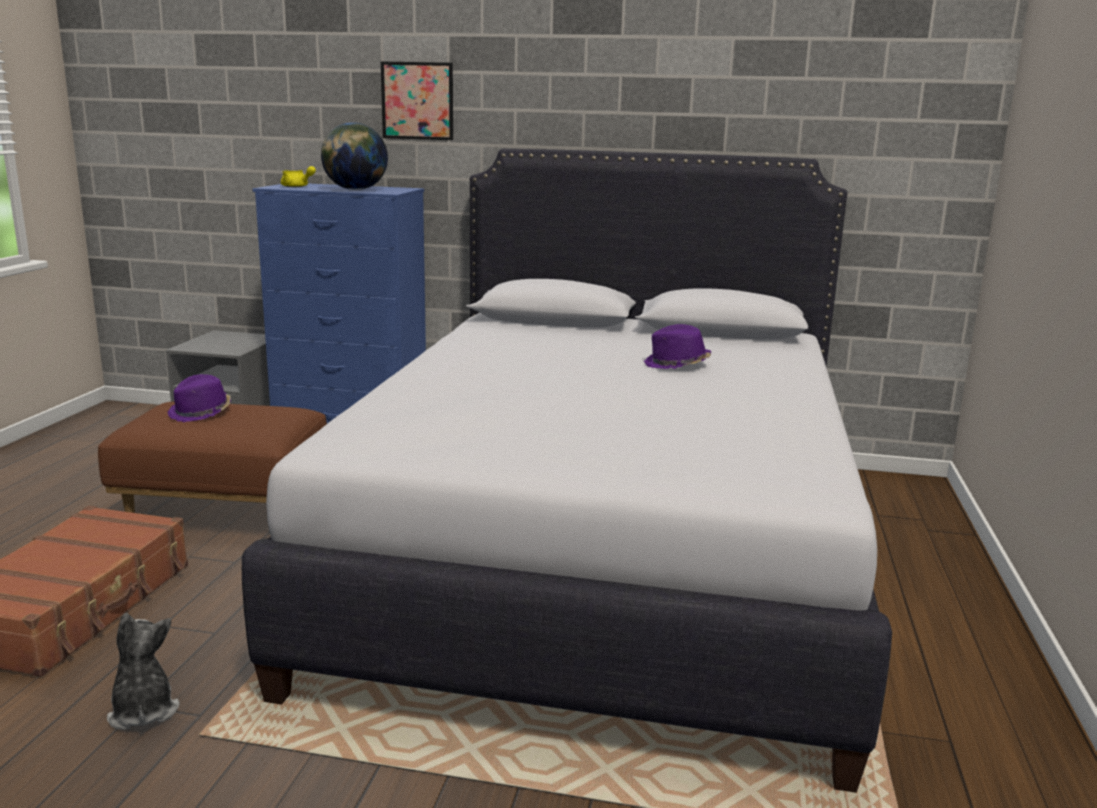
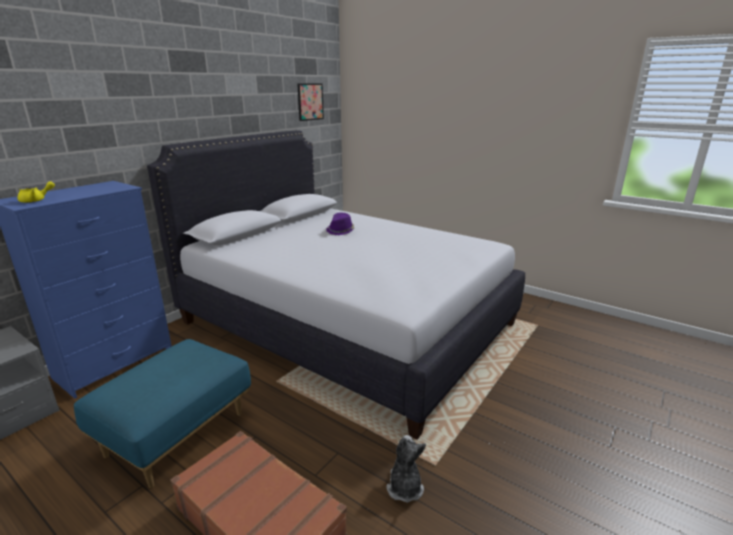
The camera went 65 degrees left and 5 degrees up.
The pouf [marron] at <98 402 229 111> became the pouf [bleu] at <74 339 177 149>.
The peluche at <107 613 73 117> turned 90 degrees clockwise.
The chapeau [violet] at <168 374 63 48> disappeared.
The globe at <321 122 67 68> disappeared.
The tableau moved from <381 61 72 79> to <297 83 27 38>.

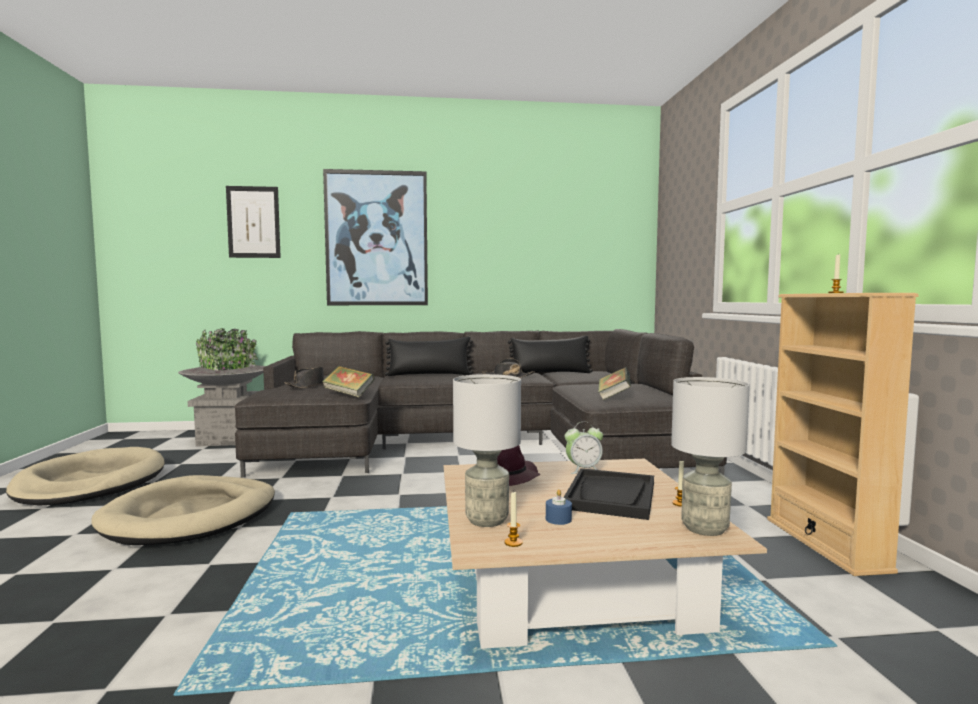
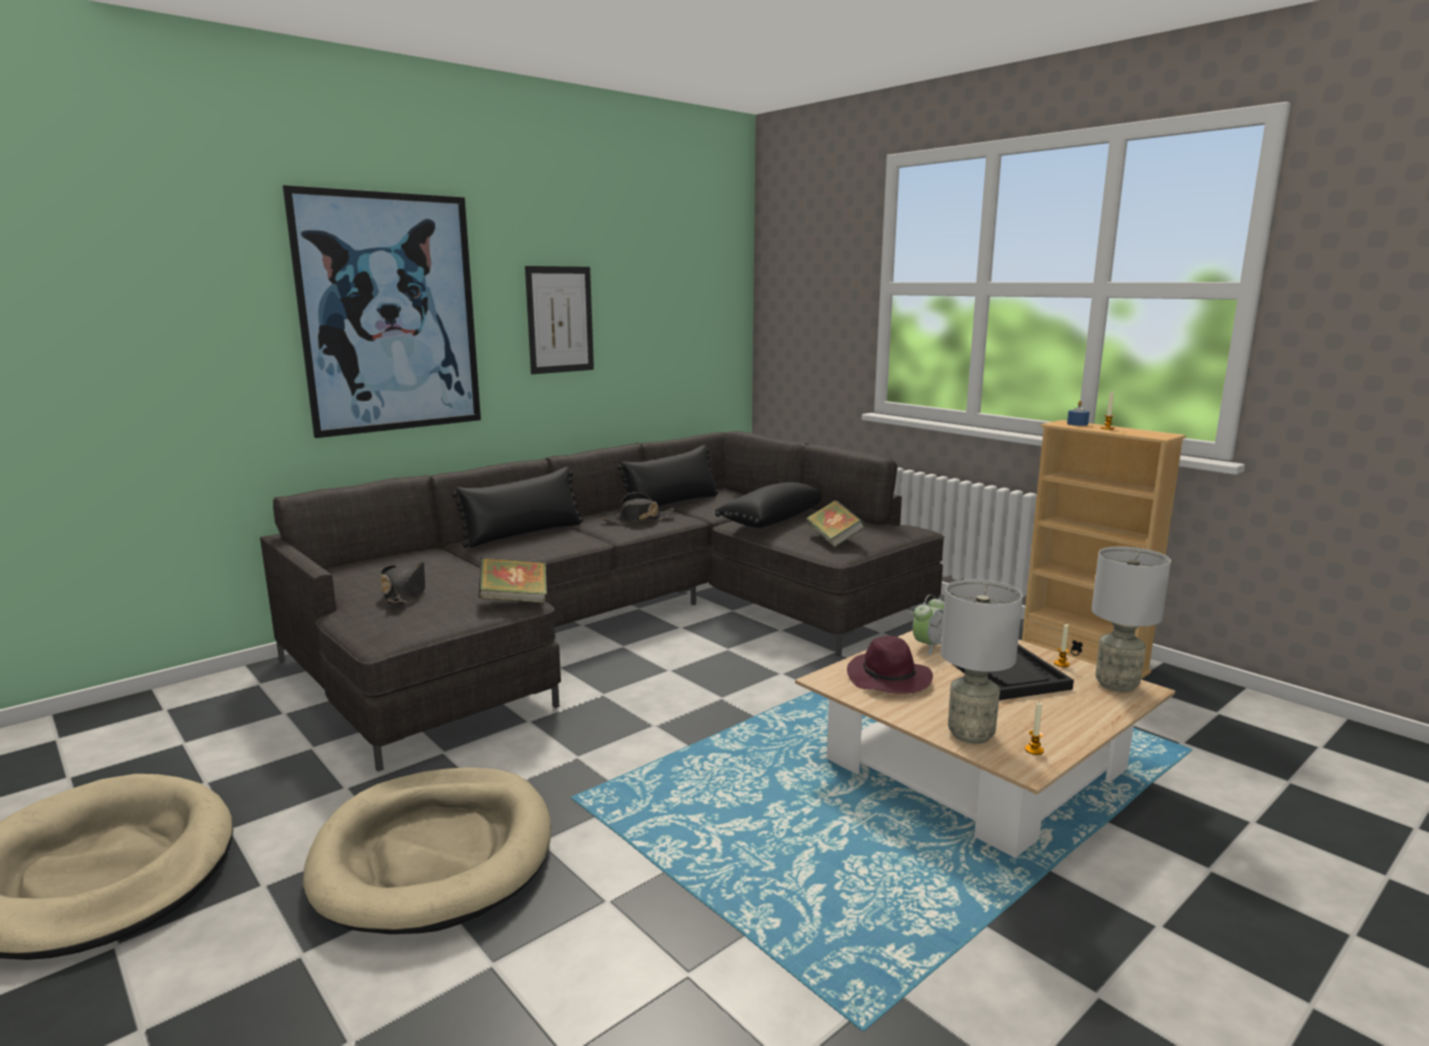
The camera went 35 degrees left and 10 degrees up.
The cache-pot [gris] at <178 328 87 118> disappeared.
The tableau moved from <226 186 55 72> to <525 266 69 108>.
The bougie [bleu] moved from <546 489 26 36> to <1067 401 22 25>.
The coussin [noir] at <715 482 106 46> appeared.

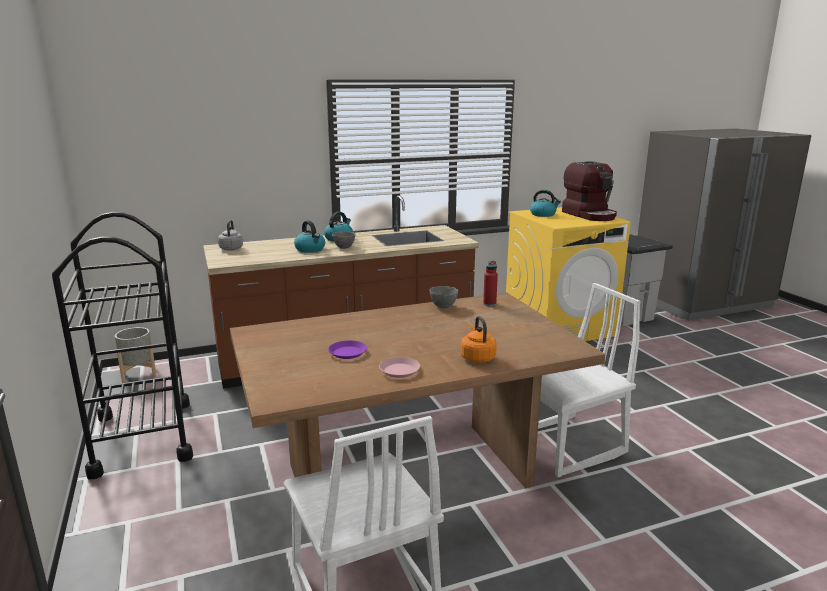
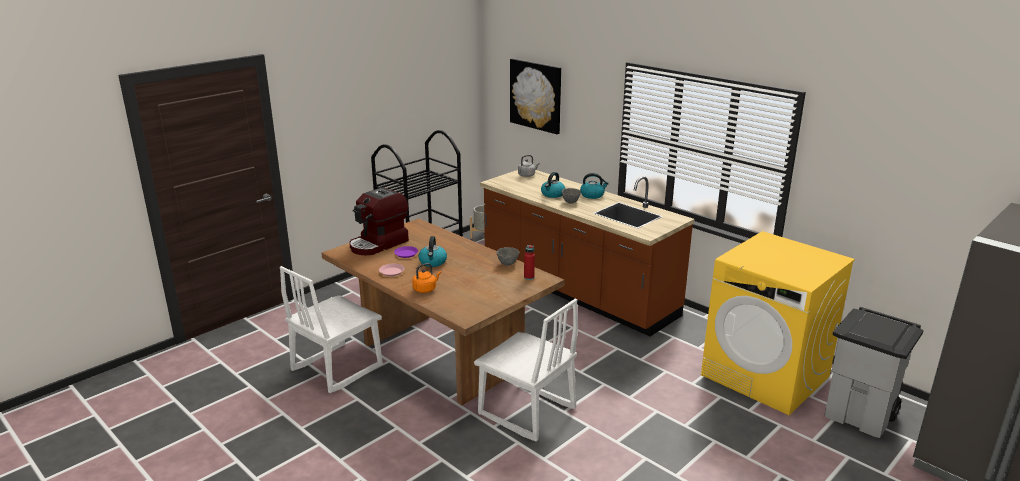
The camera went 65 degrees right and 5 degrees up.
The bouilloire moved from <530 190 31 27> to <418 236 29 31>.
The machine à café moved from <562 161 55 60> to <349 187 60 68>.
The tableau at <510 59 51 75> appeared.

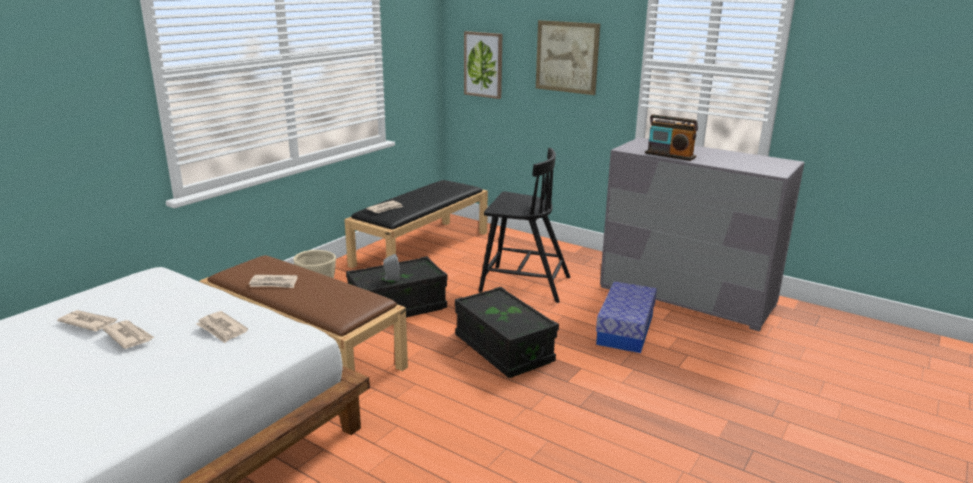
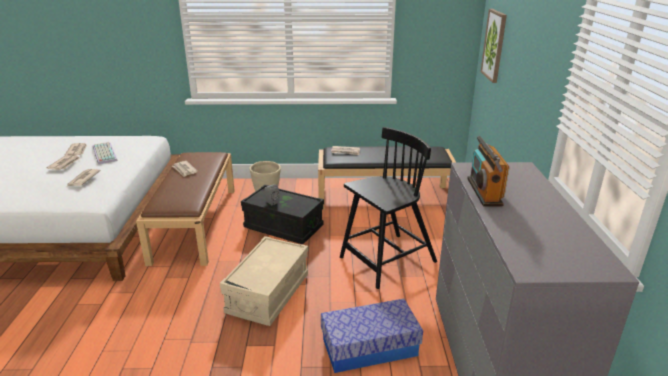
The camera went 55 degrees right and 5 degrees up.
The boîte de rangement [noir] at <455 287 104 91> became the boîte de rangement [beige] at <220 236 88 90>.
The chaise [noir] at <478 148 92 155> turned 105 degrees counterclockwise.
The tableau at <536 20 64 75> disappeared.
The clavier at <93 142 25 22> appeared.

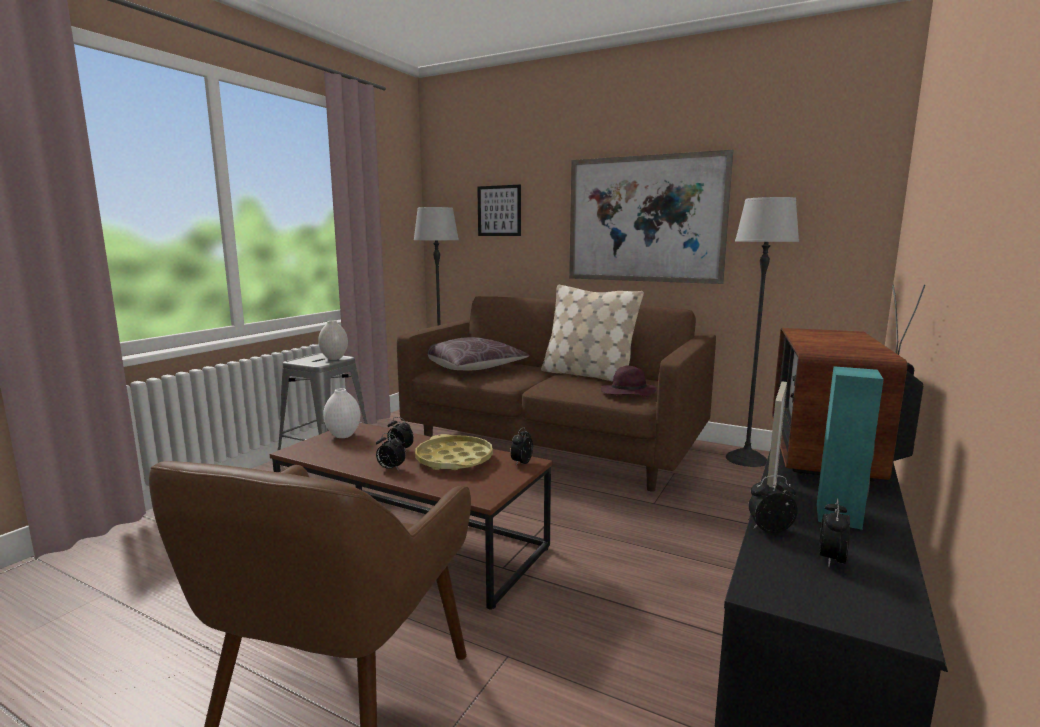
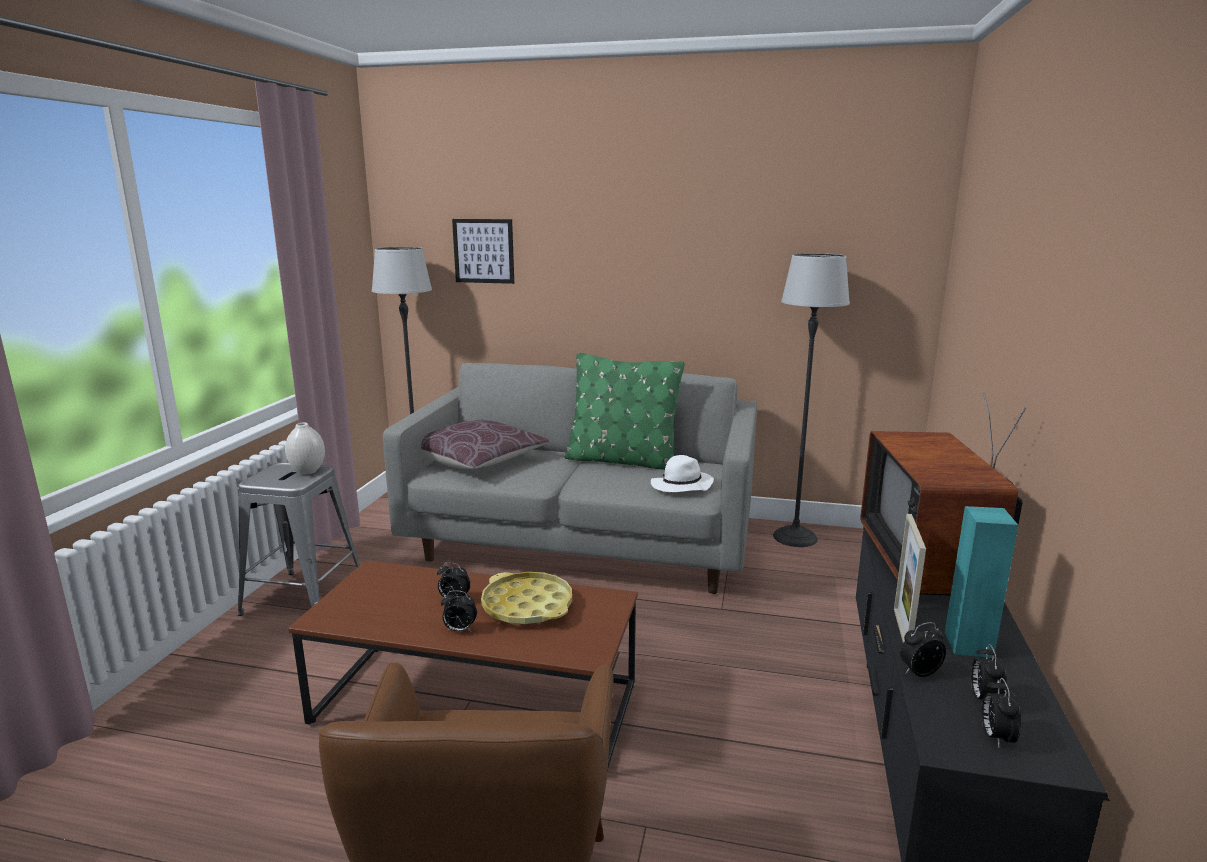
The camera went 15 degrees left and 5 degrees up.
The vase [blanc] at <323 388 38 50> disappeared.
The canapé [marron] at <397 296 319 196> became the canapé [gris] at <383 363 374 231>.
The réveil moved from <511 427 22 39> to <981 678 40 70>.
The coussin [beige] at <541 285 103 96> became the coussin [vert] at <565 353 120 117>.
The tableau at <569 149 165 135> disappeared.
The chapeau [violet] at <601 366 56 31> became the chapeau [blanc] at <651 455 63 37>.

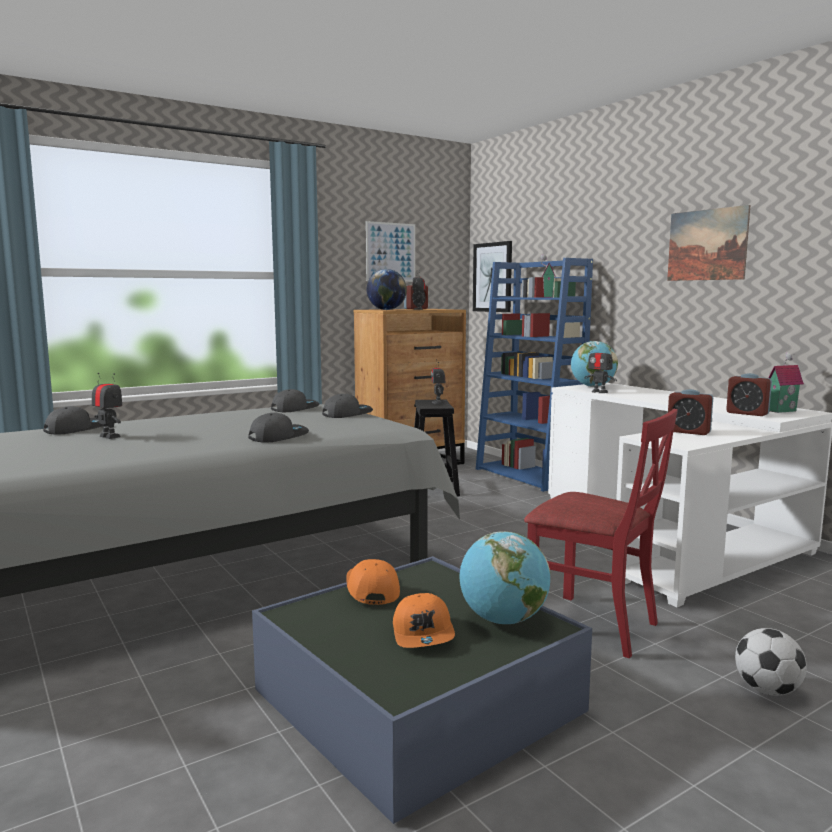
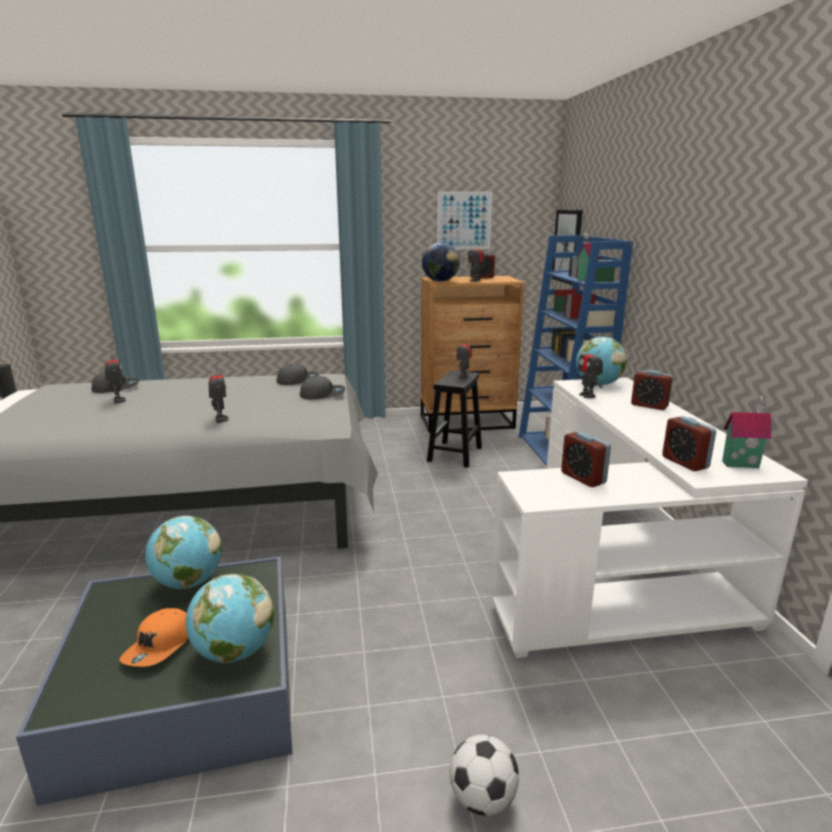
The camera went 25 degrees right and 10 degrees up.
The casquette [gris] at <248 413 61 30> was replaced by the robot jouet at <209 365 20 58>.
The casquette [orange] at <346 559 54 46> was replaced by the globe at <145 516 77 73>.
The chaise [rouge] at <524 409 154 249> disappeared.
The tableau at <667 205 83 76> disappeared.
The réveil at <631 370 42 40> appeared.

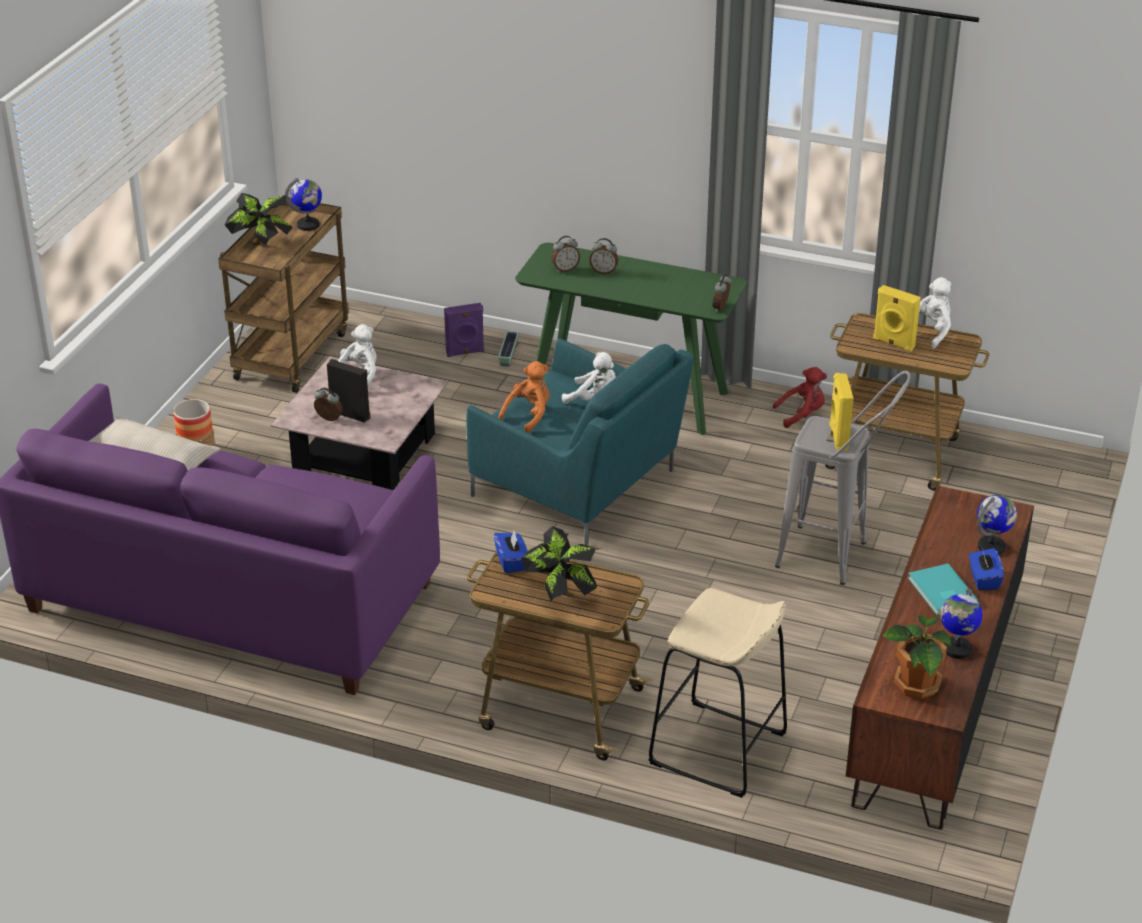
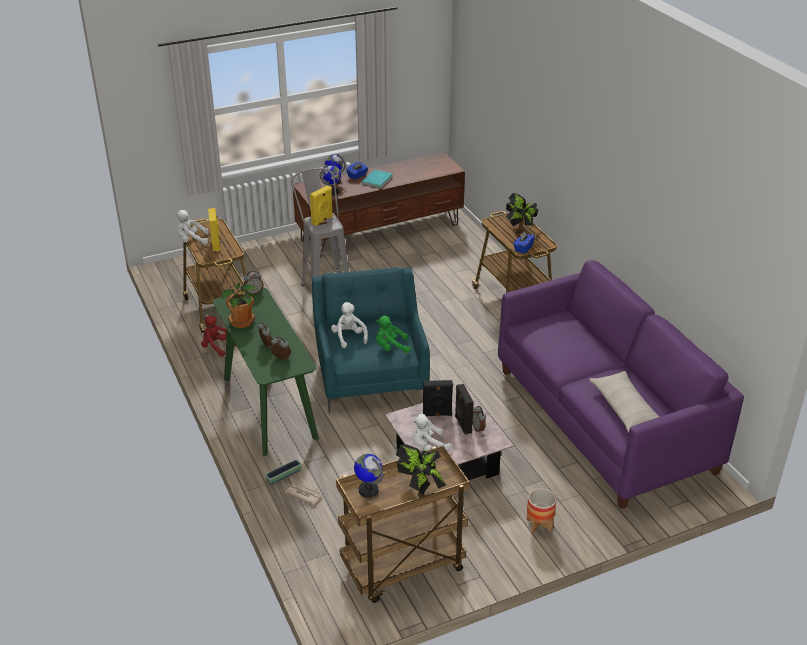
The camera went 135 degrees left and 0 degrees up.
The enceinte [violet] at <444 303 40 54> was replaced by the journal at <285 483 37 22>.
The peluche [orange] at <498 361 52 72> became the peluche [vert] at <376 316 35 37>.
The tabouret [beige] at <648 588 139 210> disappeared.
The plante en pot moved from <883 616 68 83> to <221 283 35 45>.
The globe moved from <940 589 43 70> to <320 165 21 31>.
The enceinte [noir] at <423 380 30 37> appeared.

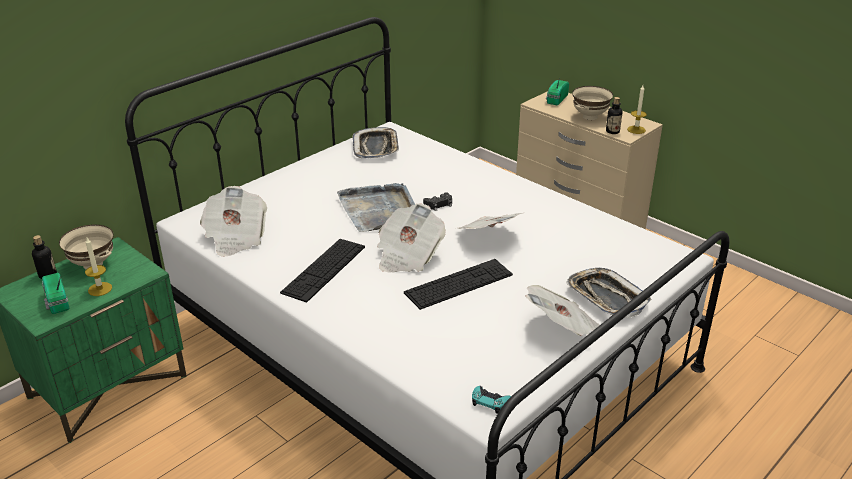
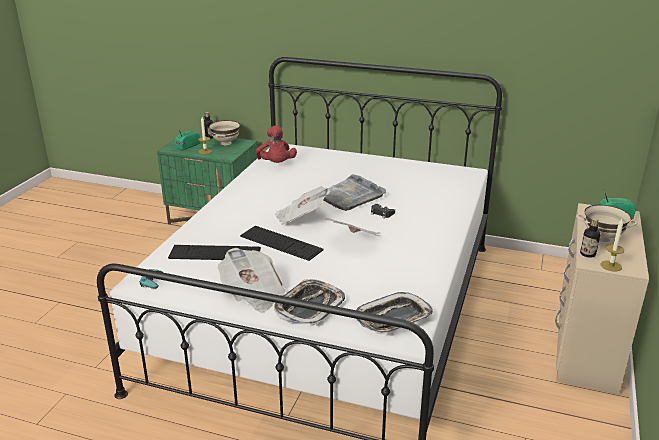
The camera went 65 degrees right and 5 degrees down.
The journal at <200 186 67 71> was replaced by the peluche [rouge] at <255 126 42 37>.
The clavier moved from <280 239 85 64> to <168 245 93 15>.
The plateau moved from <353 127 46 31> to <356 292 77 41>.

